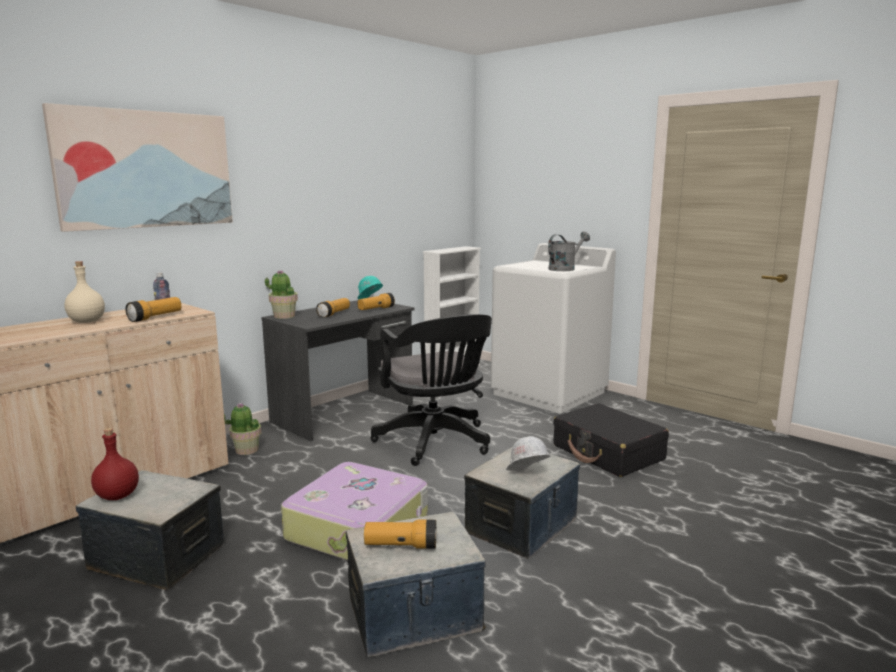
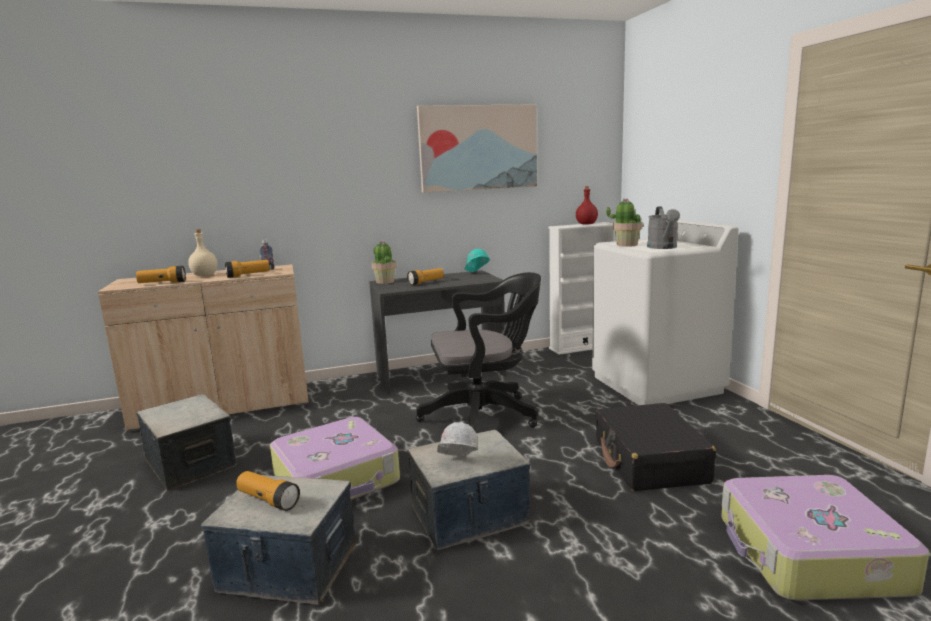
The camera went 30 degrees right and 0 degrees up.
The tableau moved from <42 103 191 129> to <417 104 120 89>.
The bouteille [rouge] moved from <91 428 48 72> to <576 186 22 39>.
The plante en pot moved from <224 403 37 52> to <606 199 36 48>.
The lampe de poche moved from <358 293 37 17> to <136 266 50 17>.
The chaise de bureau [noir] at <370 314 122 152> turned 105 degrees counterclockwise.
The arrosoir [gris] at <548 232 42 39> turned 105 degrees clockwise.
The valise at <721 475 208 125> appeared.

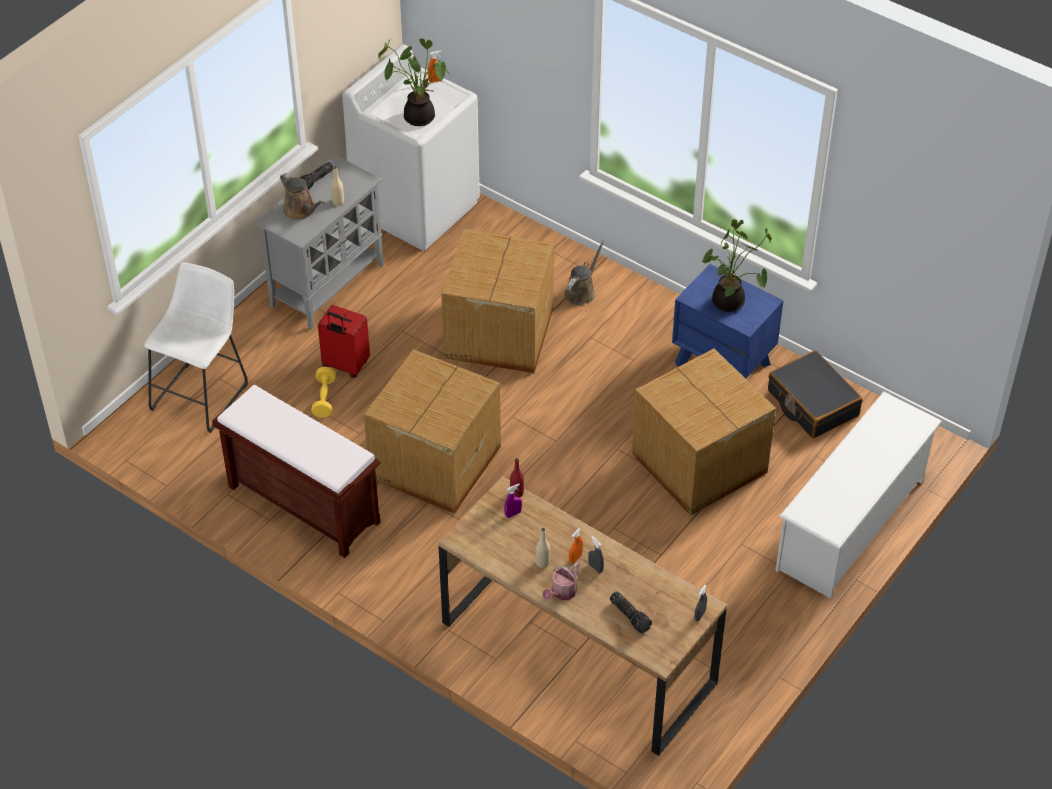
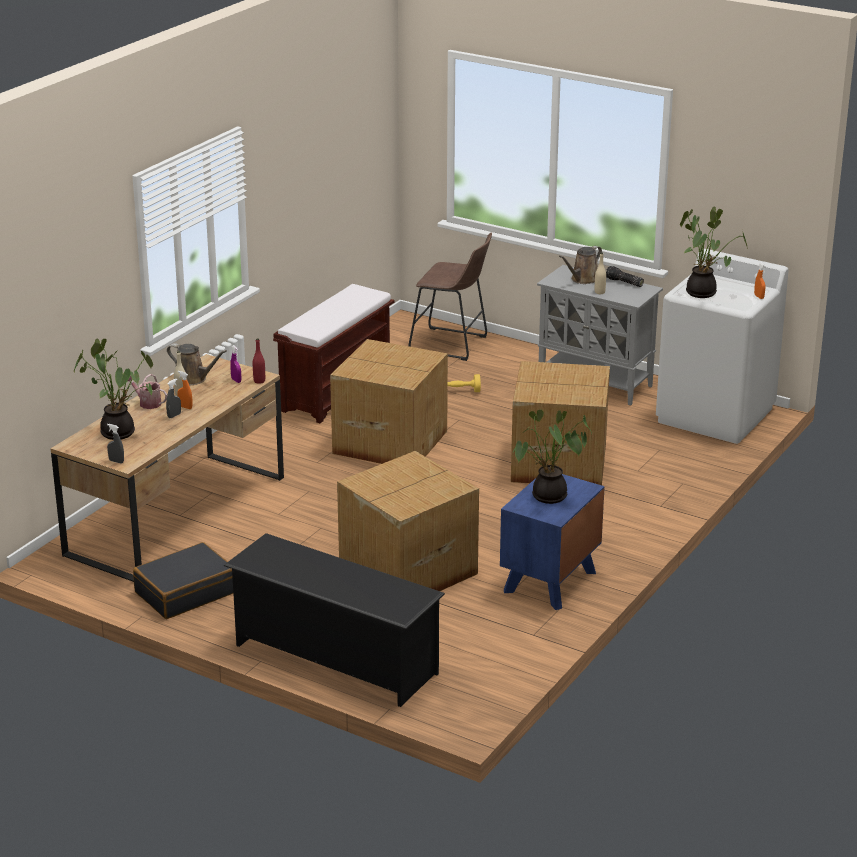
The camera went 85 degrees right and 20 degrees down.
The tabouret [blanc] at <144 262 104 171> became the tabouret [marron] at <409 232 83 129>.
The valise [rouge] at <318 305 52 73> disappeared.
The arrosoir [marron] moved from <564 241 41 64> to <167 343 60 42>.
The lampe de poche at <610 592 42 41> was replaced by the plante en pot at <74 338 79 102>.
The valise [noir] moved from <768 350 95 88> to <133 542 100 77>.
The étagère à chaussures [blanc] at <775 392 167 207> became the étagère à chaussures [noir] at <224 533 221 174>.

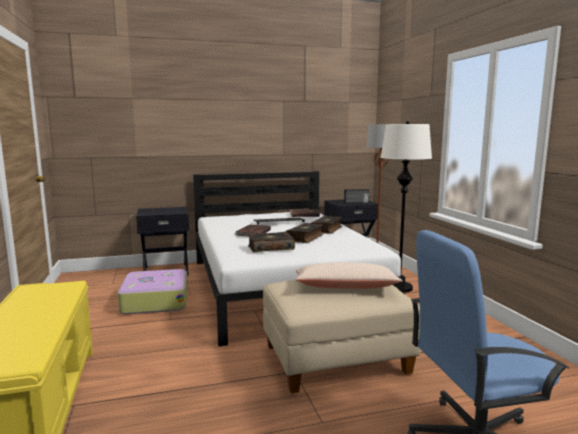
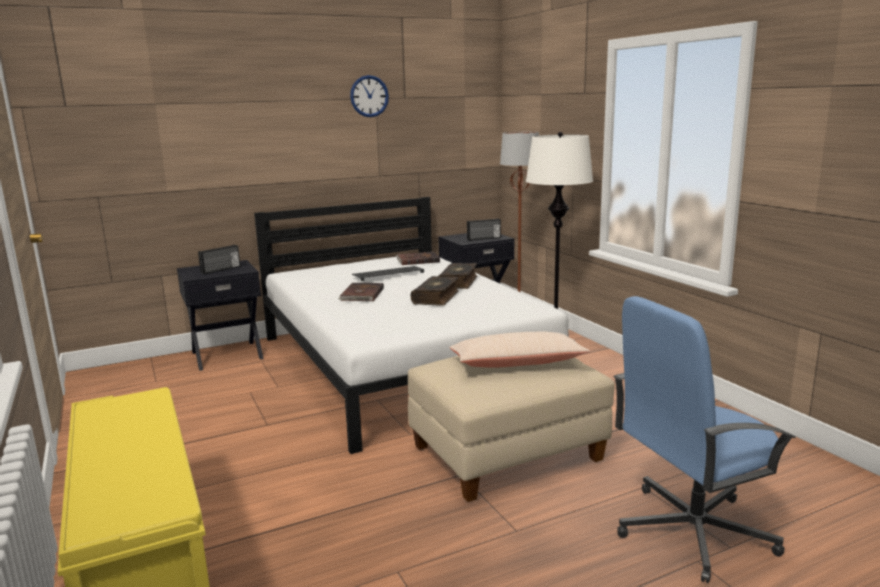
The camera went 10 degrees left and 5 degrees up.
The valise at <117 269 71 45> disappeared.
The livre at <248 232 47 20> disappeared.
The radio at <198 245 42 29> appeared.
The horloge murale at <350 75 39 42> appeared.

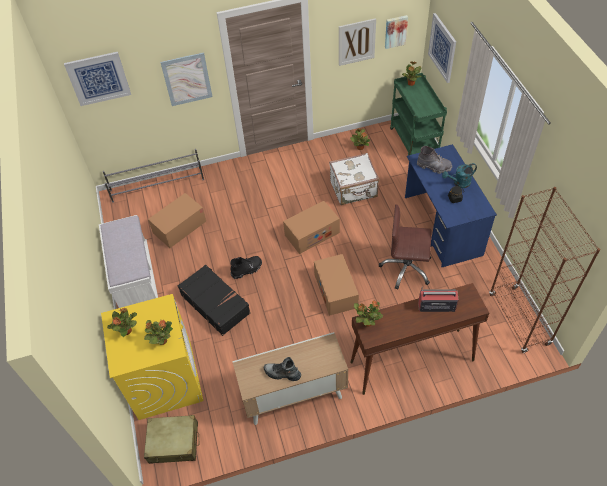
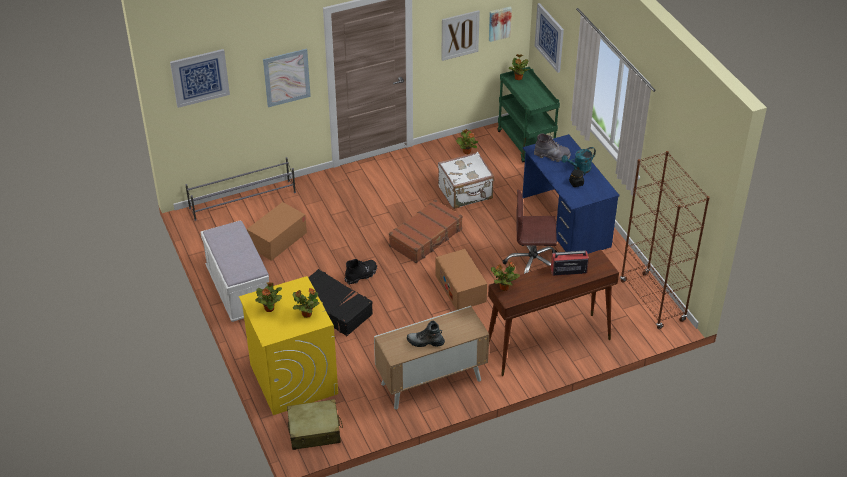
The camera went 10 degrees left and 10 degrees down.
The carton at <283 201 57 53> was replaced by the valise [marron] at <389 200 74 63>.

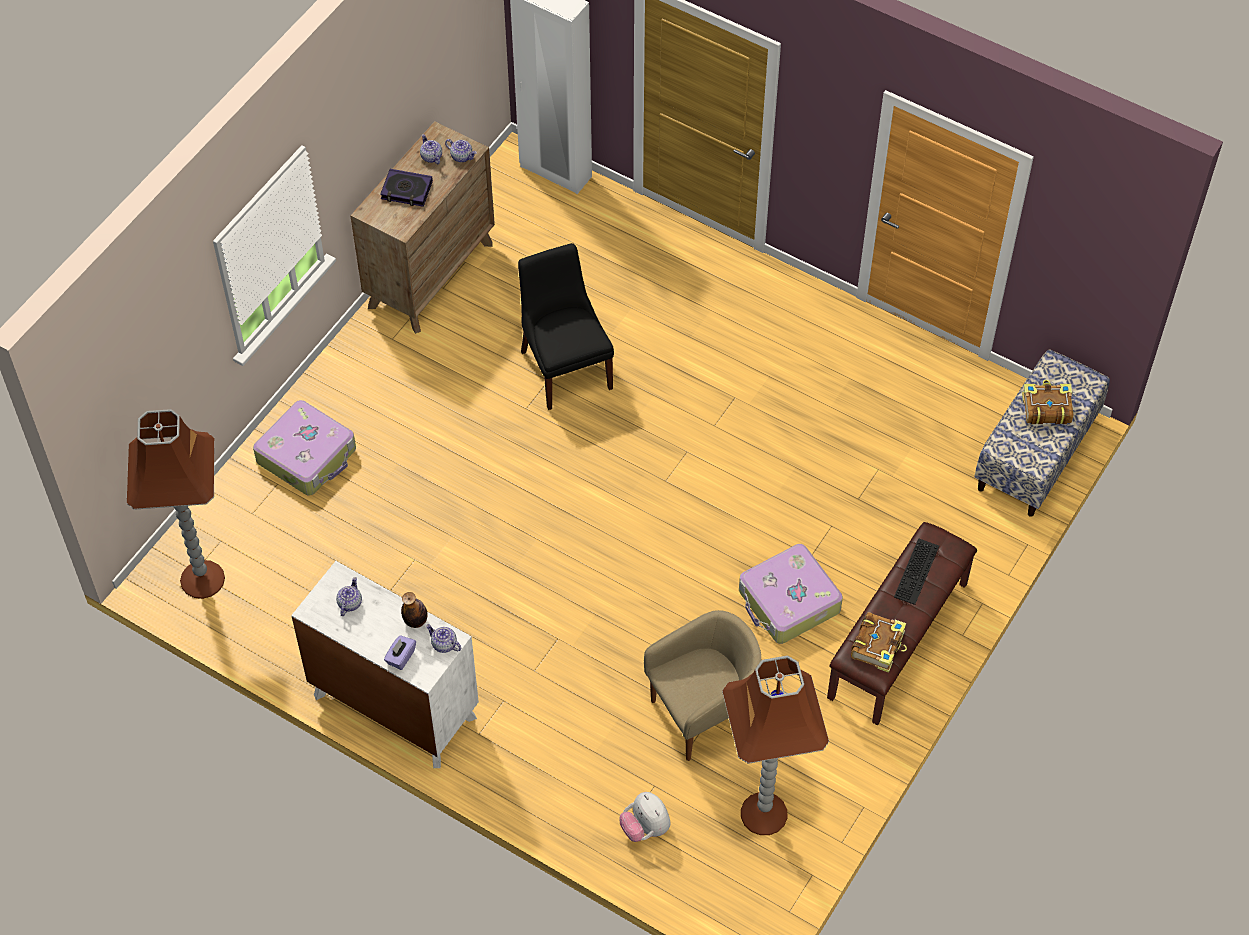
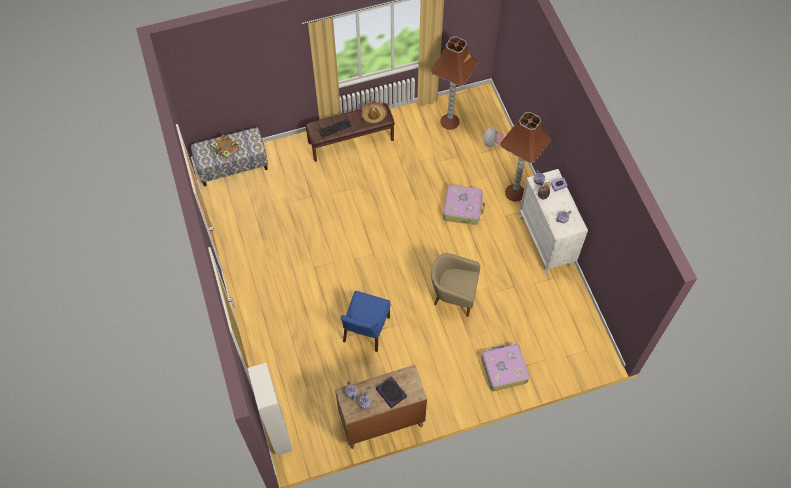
The camera went 140 degrees left and 5 degrees up.
The lampadaire [marron] moved from <127 409 98 190> to <500 112 51 89>.
The chaise [noir] at <518 243 96 167> became the chaise [bleu] at <341 291 50 61>.
The fauteuil [beige] moved from <644 610 117 151> to <431 253 49 64>.
The valise moved from <739 544 104 100> to <443 185 42 40>.
The livre at <851 612 56 61> was replaced by the chapeau at <361 102 26 21>.

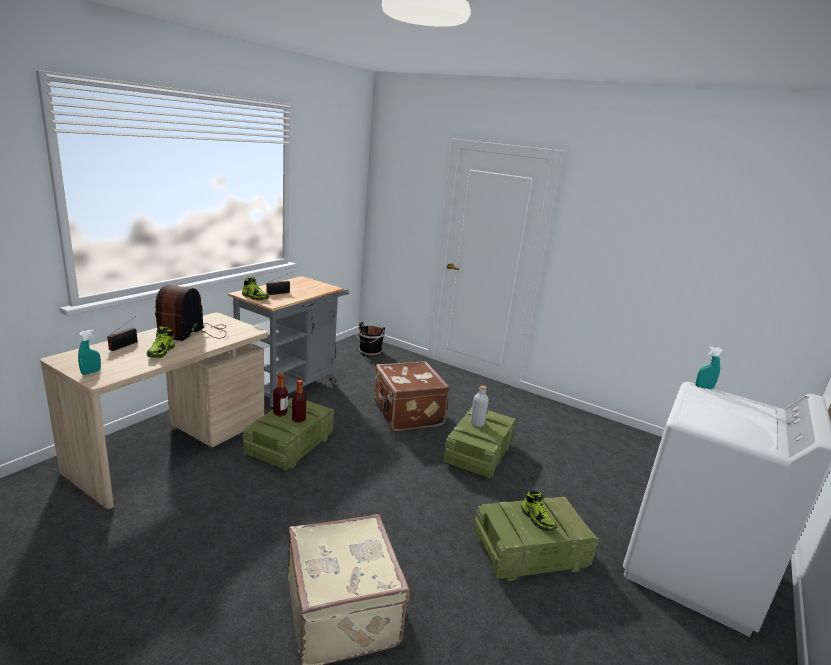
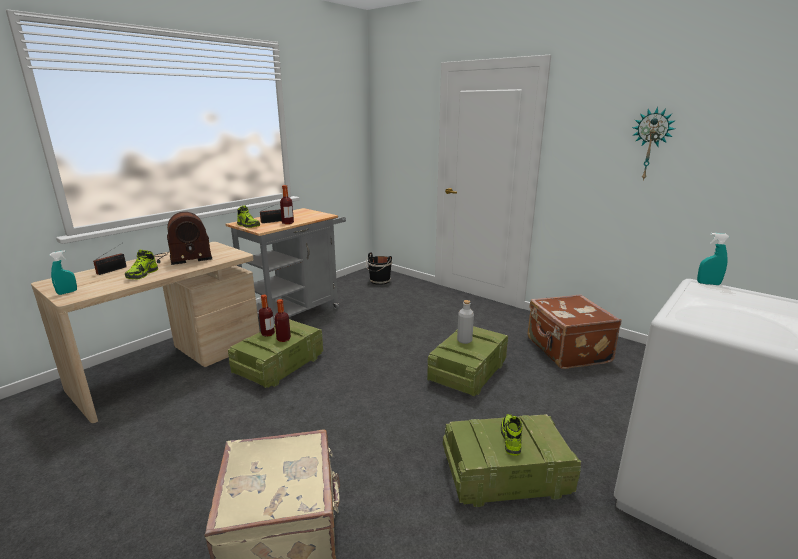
The camera went 10 degrees right and 0 degrees up.
The radio at <155 285 71 56> turned 135 degrees counterclockwise.
The valise [marron] moved from <374 361 75 70> to <528 295 93 74>.
The chaussure at <521 490 36 42> turned 150 degrees counterclockwise.
The bouteille at <280 185 14 39> appeared.
The horloge murale at <632 107 44 74> appeared.

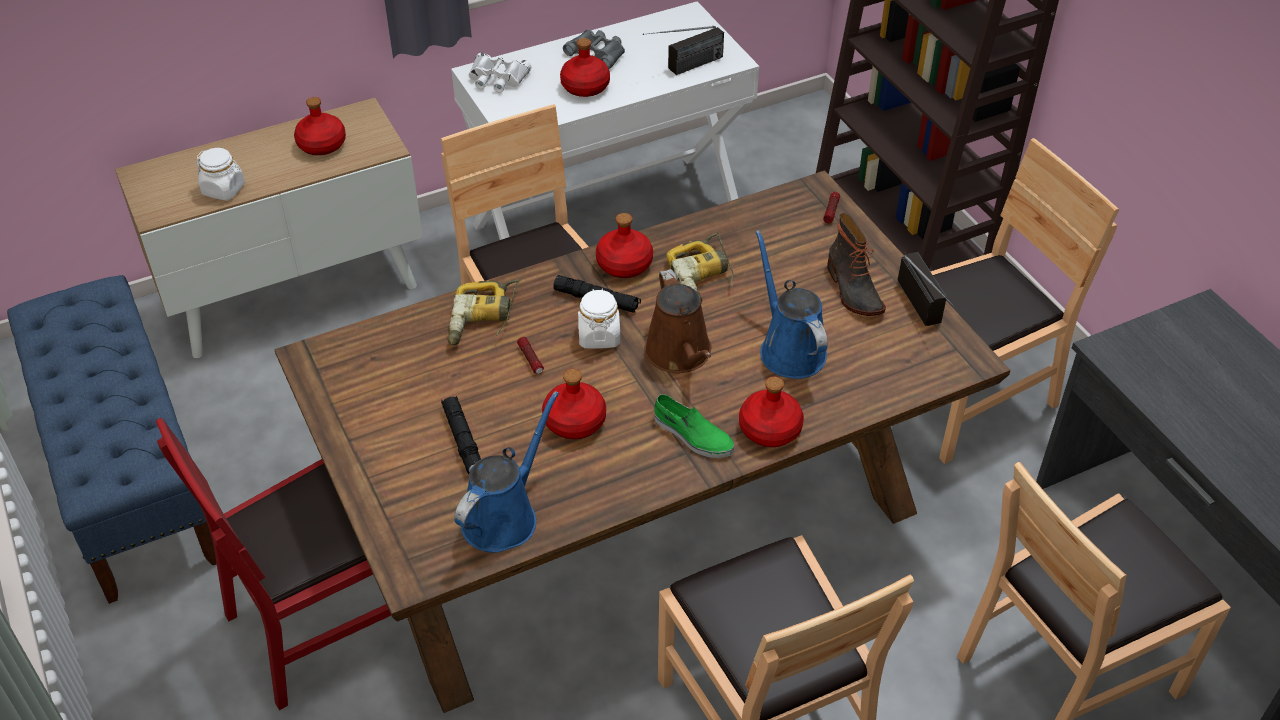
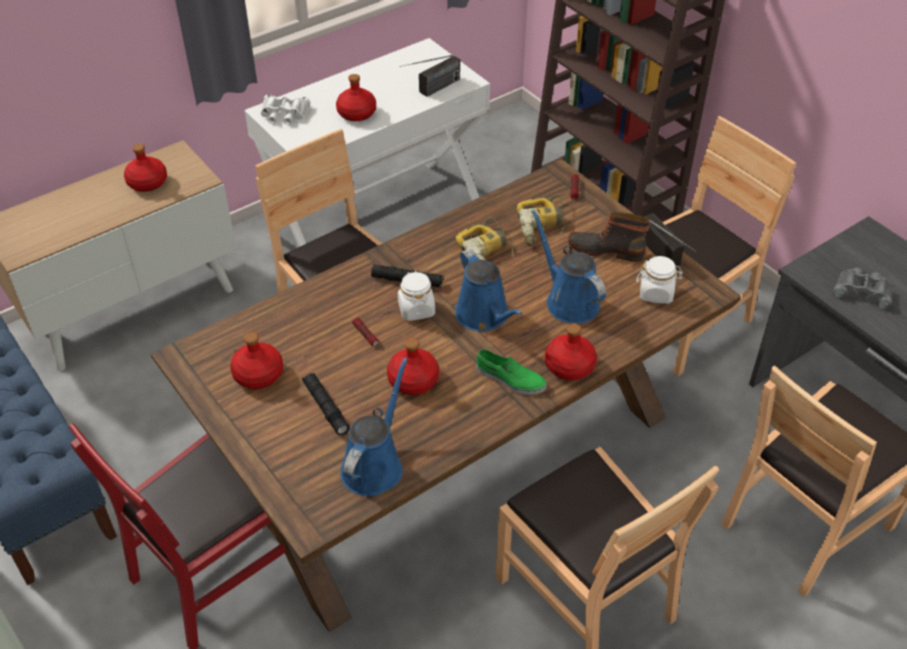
The camera went 10 degrees left and 0 degrees up.
The bocal [blanc] moved from <196 148 49 52> to <637 256 46 48>.
The perceuse moved from <447 279 73 67> to <517 194 48 52>.
The jumelles [gris] moved from <563 29 62 40> to <833 268 59 42>.
The bouteille [rouge] moved from <596 213 57 65> to <230 332 53 57>.
The arrosoir [marron] at <645 269 66 104> became the arrosoir [bleu] at <455 249 67 82>.
The botte at <827 213 59 103> turned 135 degrees clockwise.

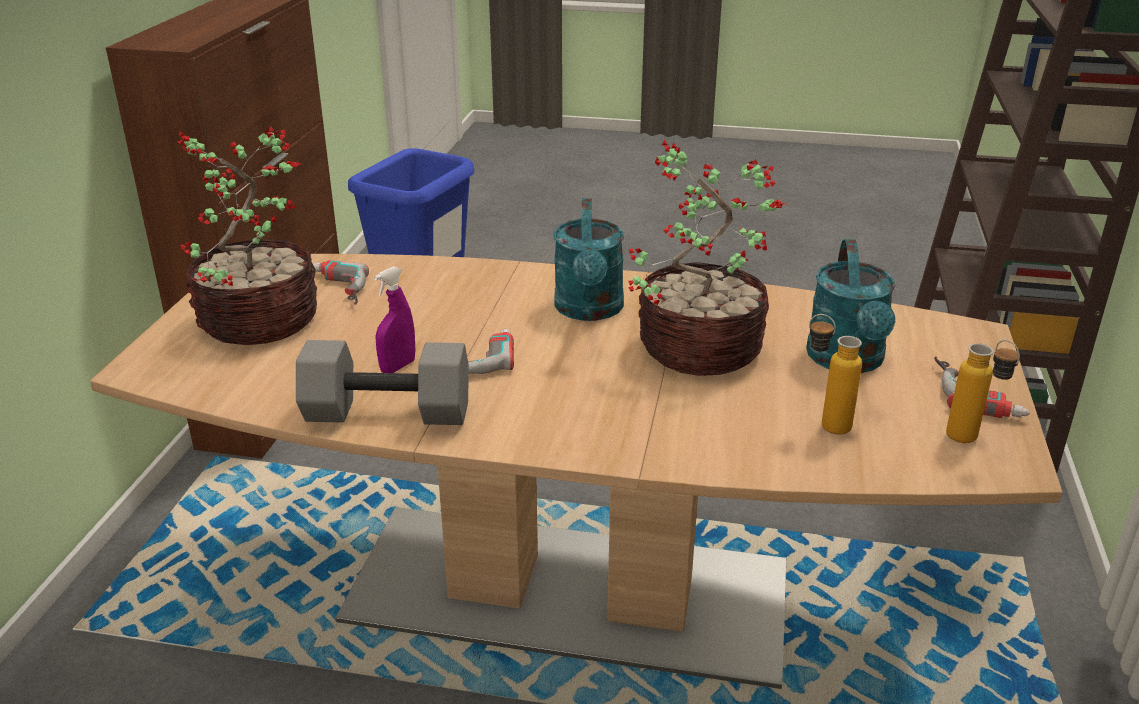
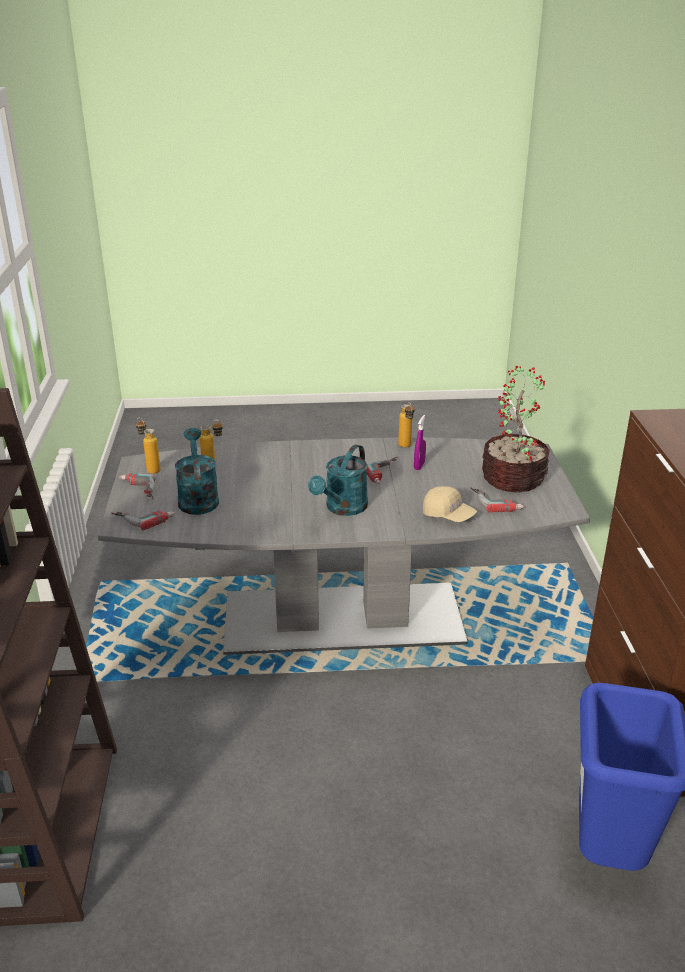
The camera went 165 degrees right and 0 degrees up.
The table à manger [marron] at <90 254 972 435> became the table à manger [gris] at <98 437 492 218>.
The haltère [gris] at <296 340 173 85> was replaced by the bouteille at <398 402 17 46>.
The arrosoir [turquoise] at <554 198 70 123> turned 135 degrees counterclockwise.
The plante en pot at <628 140 158 236> disappeared.
The perceuse at <111 511 63 19> appeared.
The casquette [beige] at <423 486 54 36> appeared.

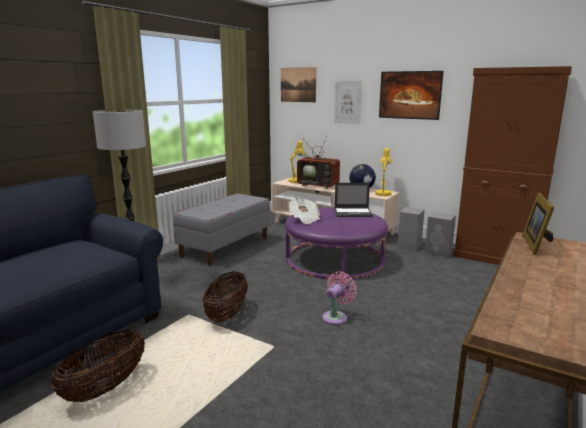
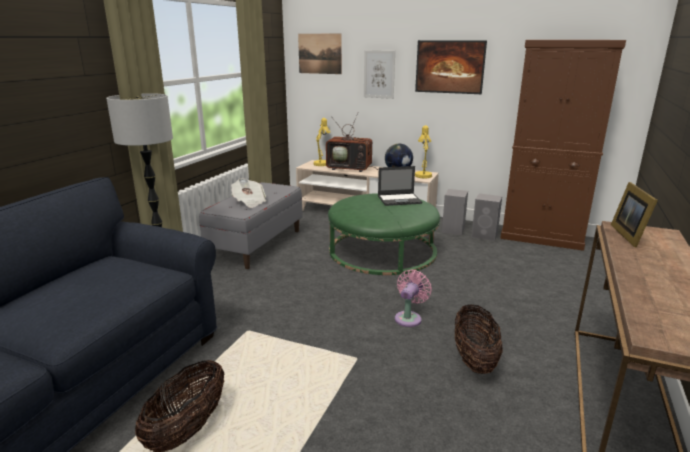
The camera went 10 degrees left and 5 degrees up.
The panier moved from <203 271 45 51> to <455 304 48 70>.
The pouf [violet] at <285 207 103 73> became the pouf [vert] at <328 193 112 82>.
The journal moved from <289 197 31 27> to <231 178 35 30>.

